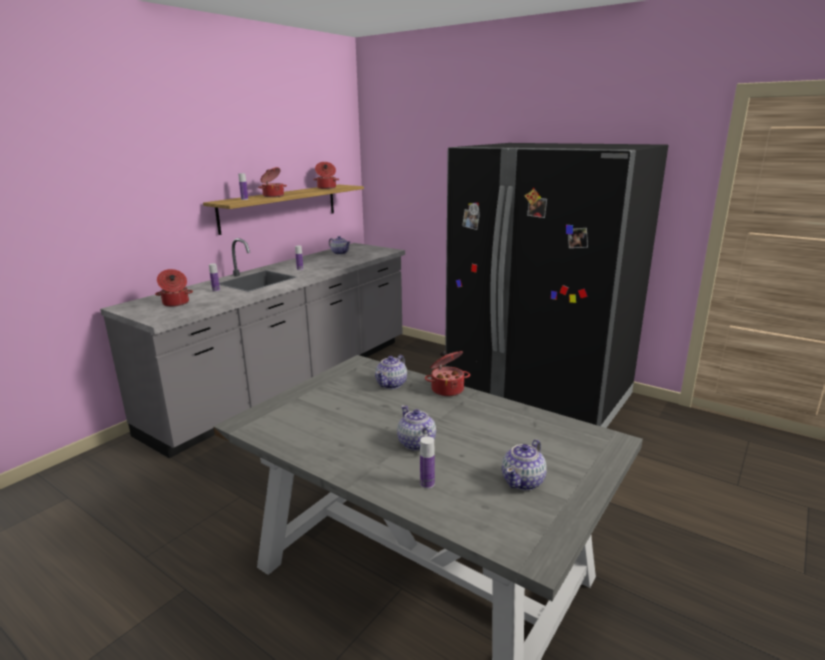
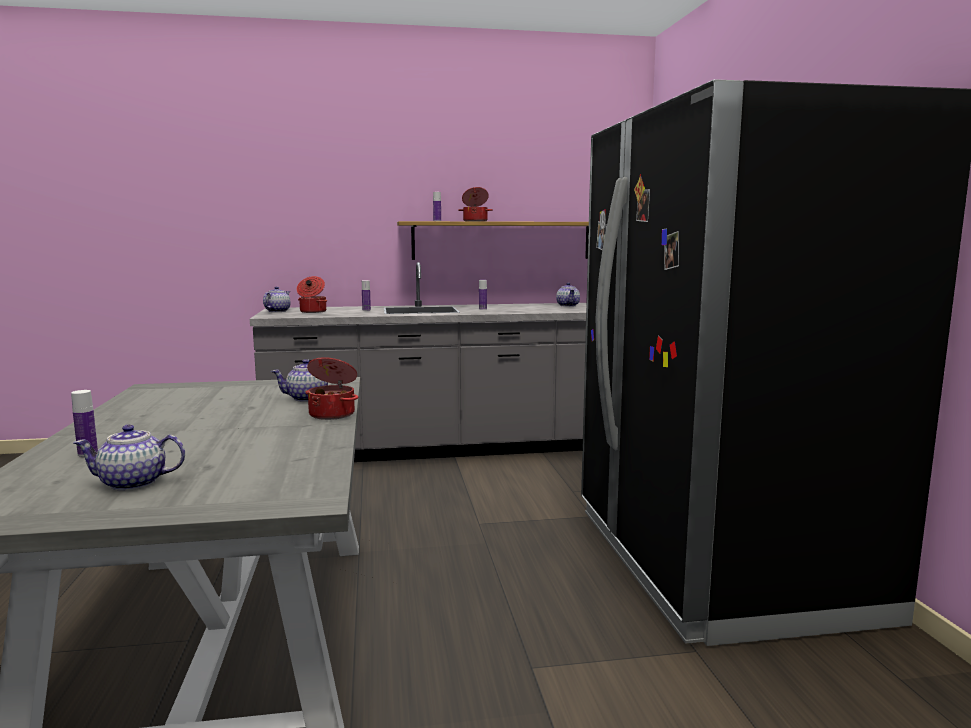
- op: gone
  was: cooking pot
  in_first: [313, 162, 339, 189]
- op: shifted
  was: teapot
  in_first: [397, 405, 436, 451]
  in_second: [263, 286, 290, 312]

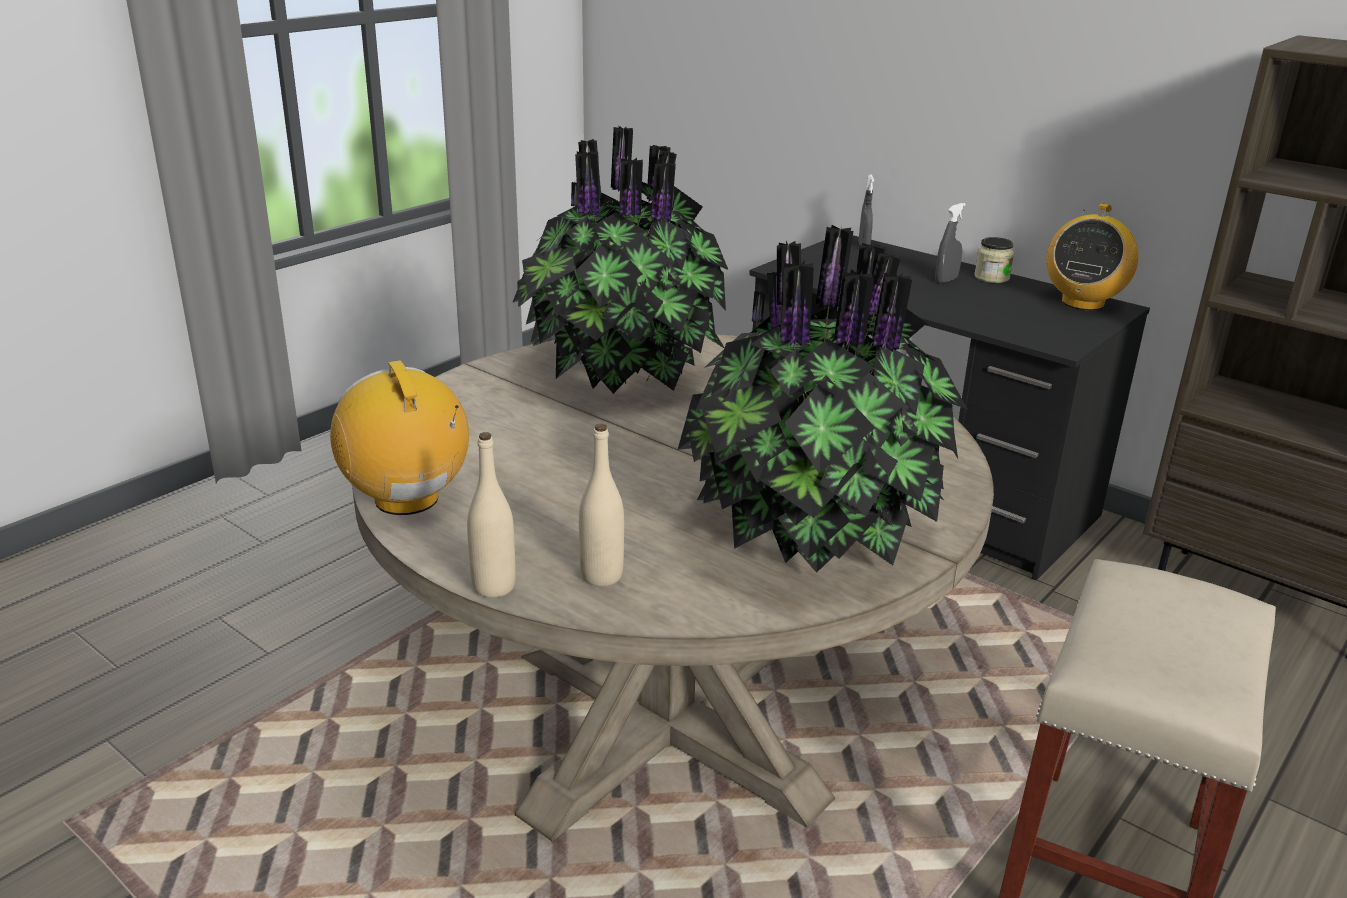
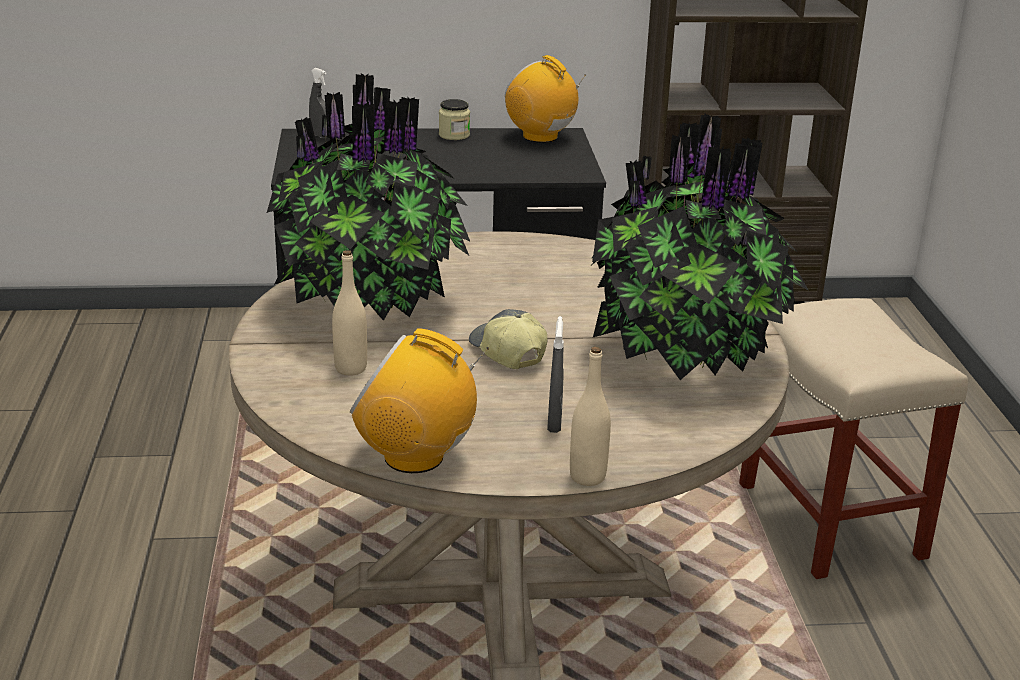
- op: shifted
  was: greyish hand sprayer
  in_first: [935, 203, 966, 283]
  in_second: [547, 316, 564, 433]
- op: rotated
  was: radio receiver
  in_first: [1046, 203, 1139, 311]
  in_second: [505, 55, 586, 143]
  clockwise: 150
- op: shifted
  was: beige-coloured bottle
  in_first: [579, 424, 624, 586]
  in_second: [332, 250, 367, 376]
- op: new
  now: baseball cap
  in_second: [469, 309, 547, 369]

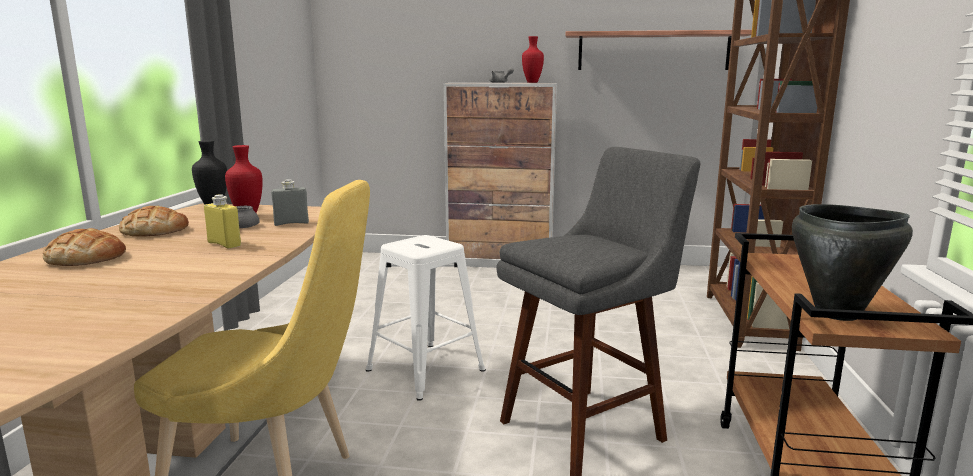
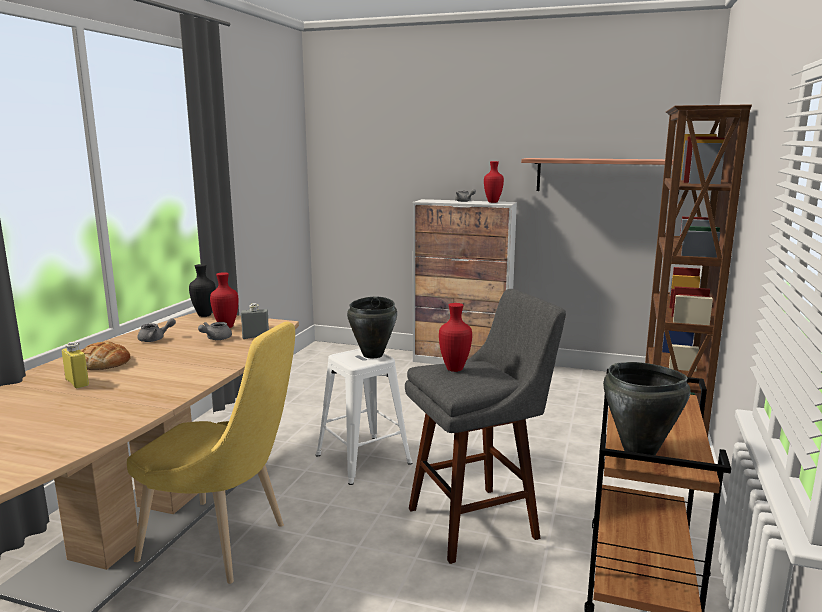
- op: shifted
  was: yellow-coloured bottle
  in_first: [204, 194, 241, 249]
  in_second: [62, 342, 89, 388]
- op: swapped
  was: bakery bread
  now: greyish teapot
  in_first: [119, 206, 189, 236]
  in_second: [138, 318, 176, 342]
- op: new
  now: blackish cooking pot
  in_second: [347, 296, 397, 358]
- op: new
  now: reddish vase
  in_second: [439, 303, 472, 372]

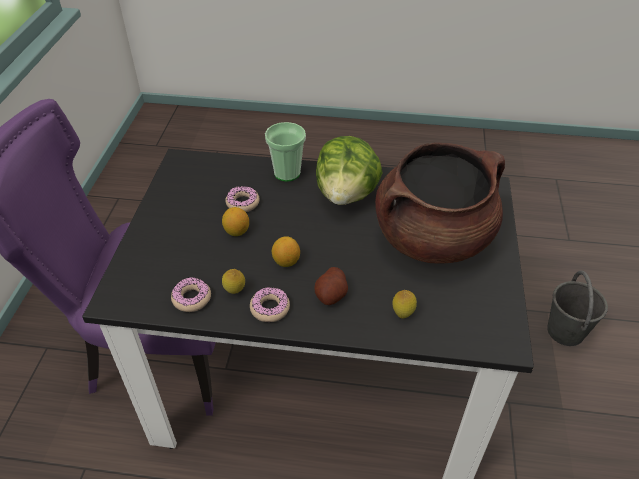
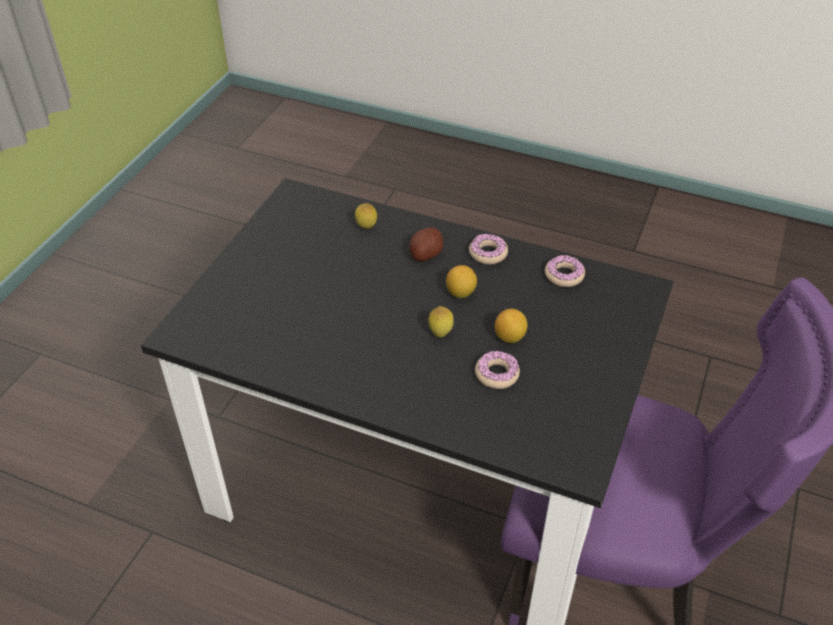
- op: gone
  was: drinking cup
  in_first: [265, 122, 306, 182]
- op: gone
  was: lettuce
  in_first: [316, 136, 383, 205]
- op: gone
  was: brown cooking pot
  in_first: [375, 142, 505, 264]
- op: shifted
  was: lemon
  in_first: [222, 269, 245, 294]
  in_second: [428, 306, 454, 337]
- op: gone
  was: greyish pail
  in_first: [547, 270, 608, 346]

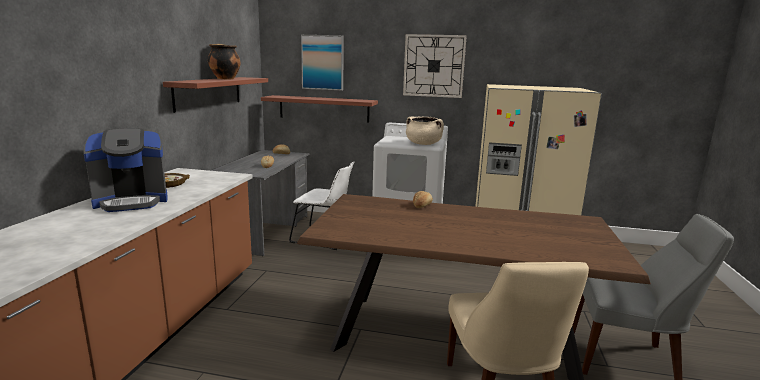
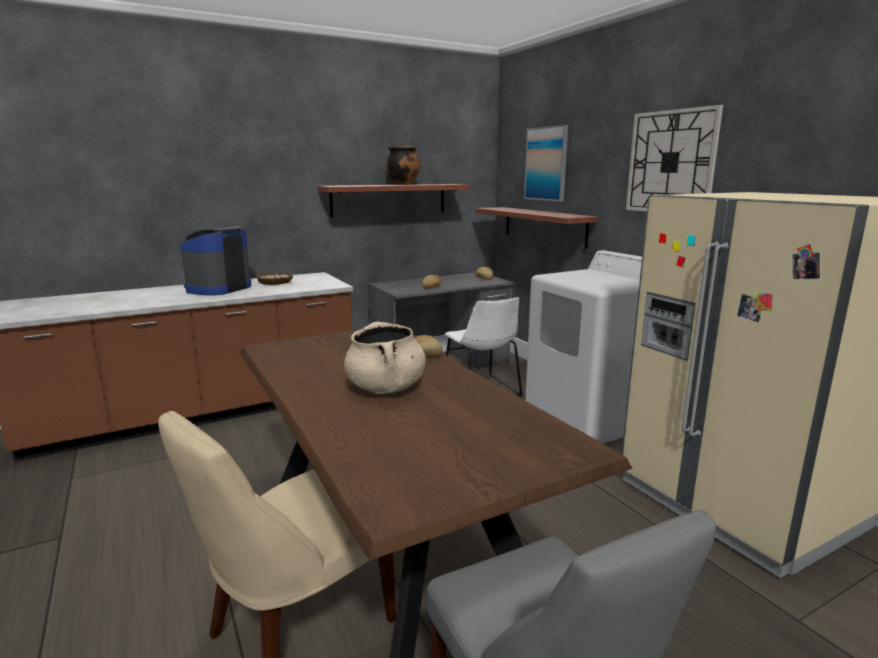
- op: shifted
  was: beige-coloured cooking pot
  in_first: [406, 117, 444, 145]
  in_second: [344, 322, 426, 394]
- op: rotated
  was: coffee brewer
  in_first: [84, 128, 168, 212]
  in_second: [180, 227, 251, 296]
  clockwise: 90

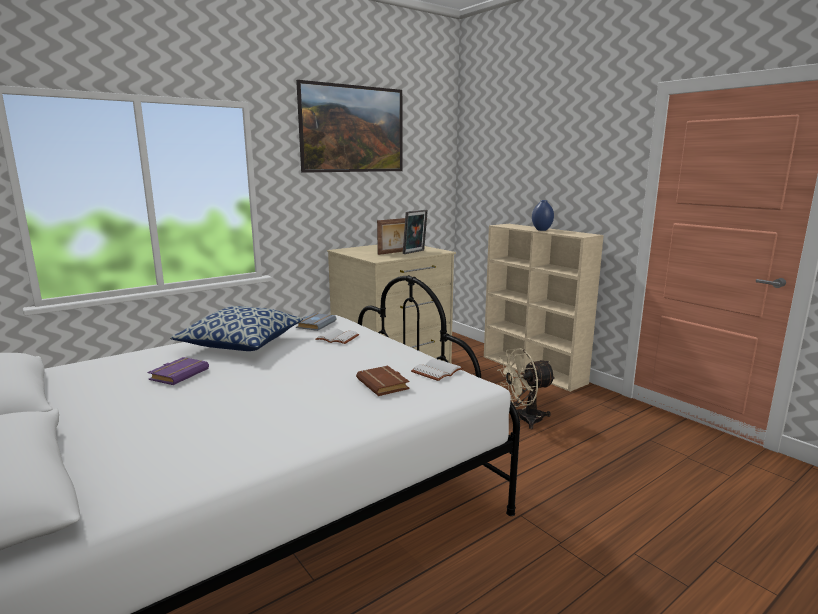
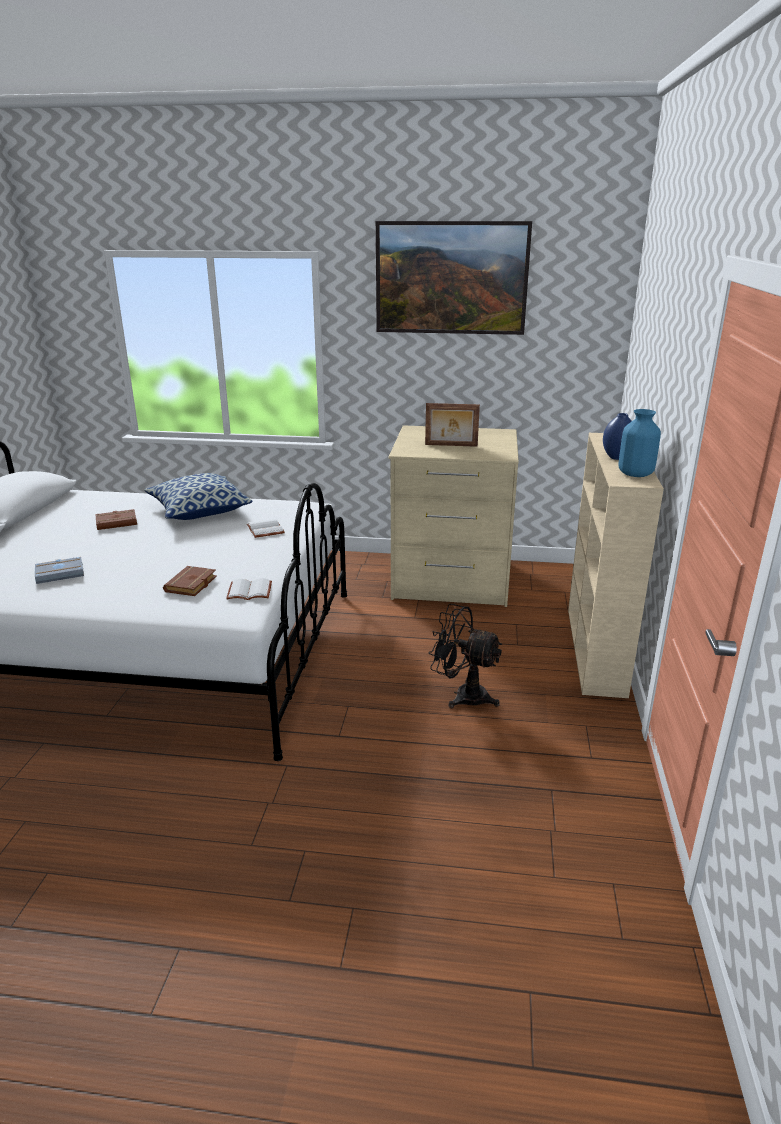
- op: gone
  was: photo frame
  in_first: [403, 210, 428, 254]
- op: shifted
  was: greyish book
  in_first: [296, 313, 337, 331]
  in_second: [35, 557, 84, 584]
- op: repainted
  was: beige-coloured electric fan
  now: blackish electric fan
  in_first: [497, 348, 556, 429]
  in_second: [429, 604, 502, 708]
- op: repainted
  was: purplish book
  now: brown book
  in_first: [148, 357, 209, 385]
  in_second: [95, 509, 137, 530]
- op: new
  now: blue vase
  in_second: [618, 409, 661, 477]

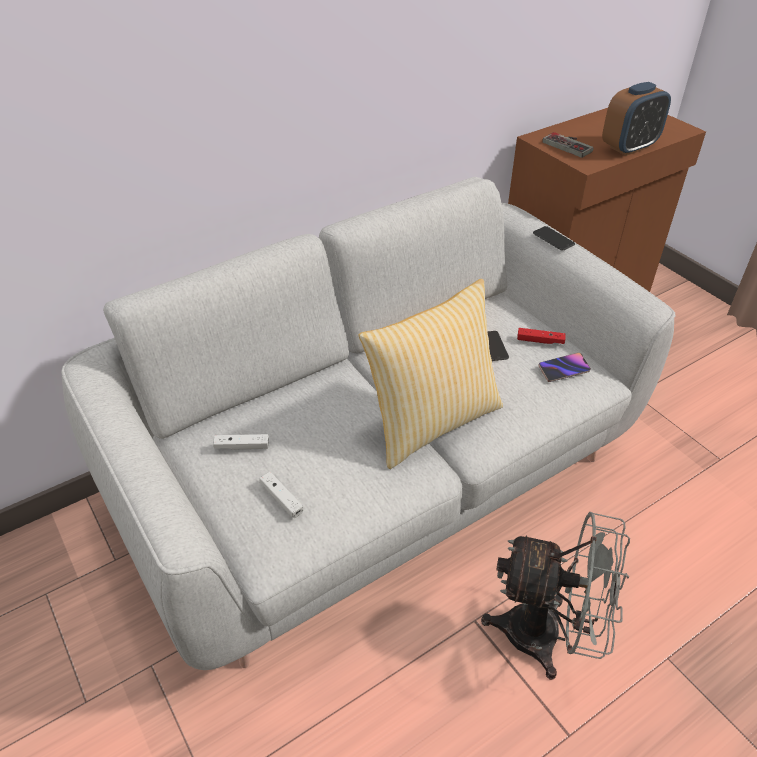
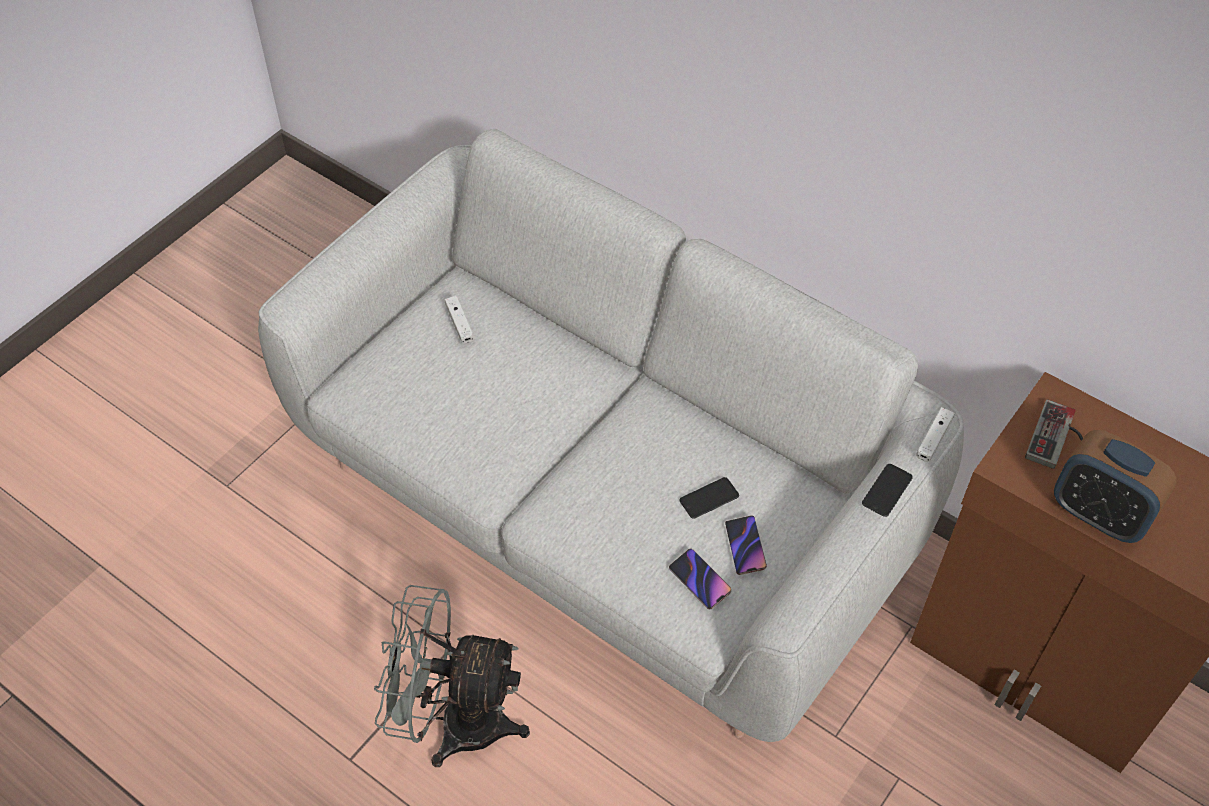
- op: gone
  was: pillow
  in_first: [359, 279, 503, 469]
- op: swapped
  was: reddish game controller
  now: handset
  in_first: [517, 328, 566, 344]
  in_second: [725, 515, 767, 575]
- op: shifted
  was: whitish game controller
  in_first: [259, 472, 304, 518]
  in_second: [916, 407, 954, 462]
- op: rotated
  was: greyish electric fan
  in_first: [481, 512, 630, 680]
  in_second: [374, 585, 530, 767]
  clockwise: 105

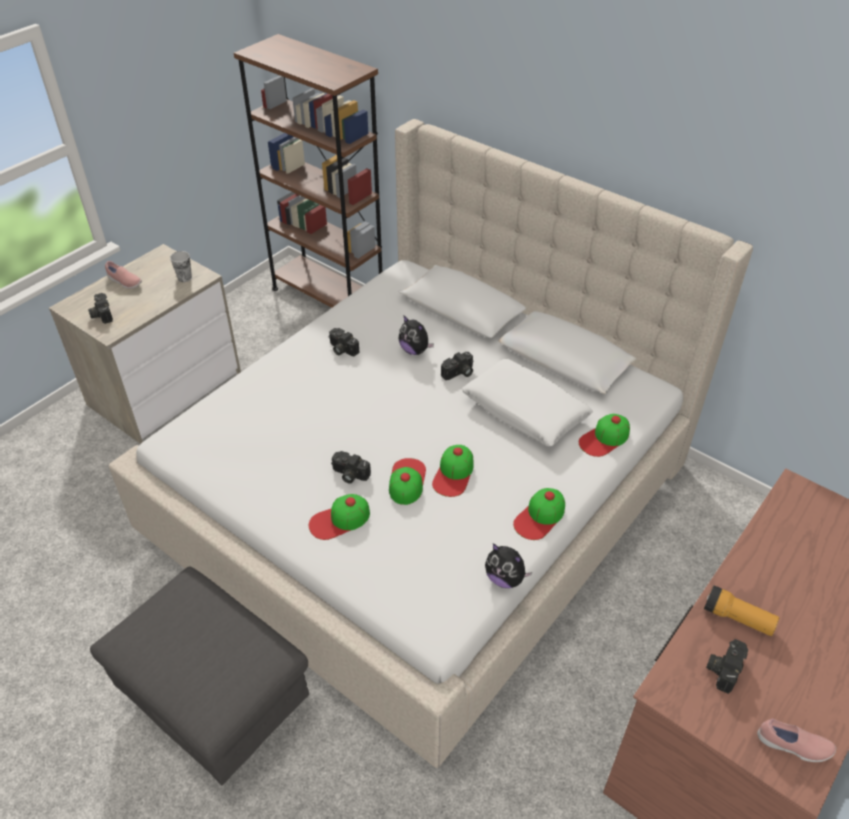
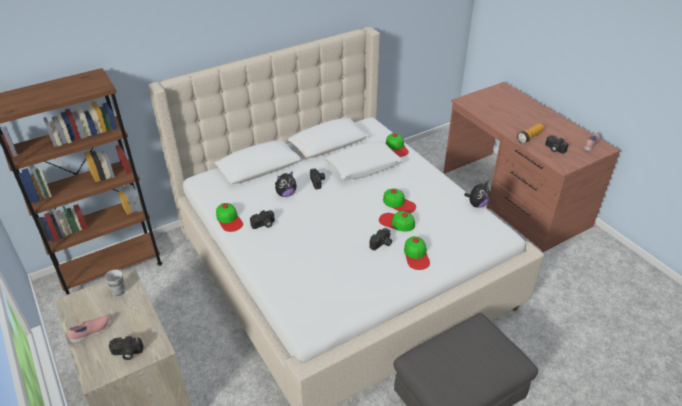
- op: shifted
  was: baseball cap
  in_first: [513, 488, 565, 540]
  in_second: [216, 203, 243, 232]

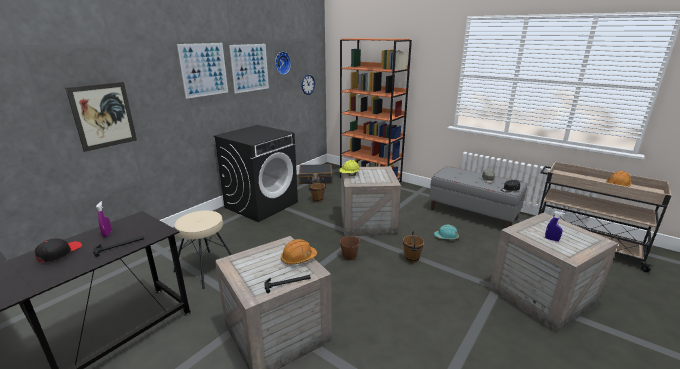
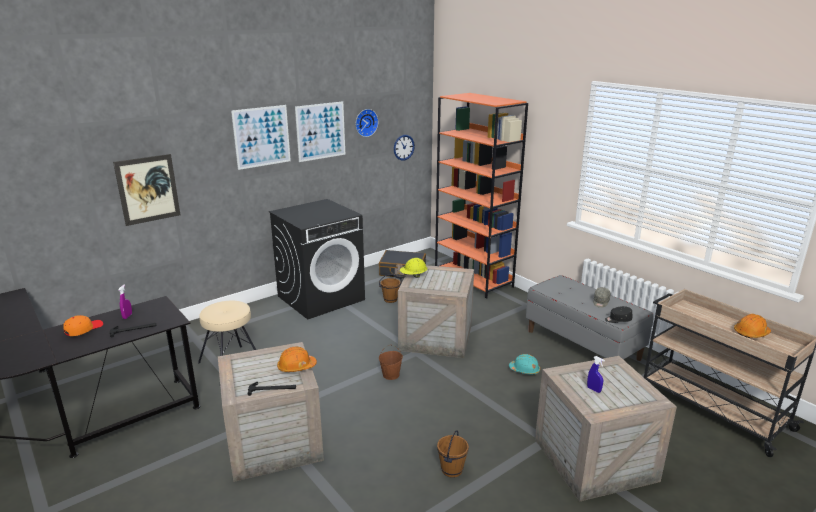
- op: shifted
  was: brown pail
  in_first: [403, 231, 424, 263]
  in_second: [437, 430, 469, 478]
- op: repainted
  was: blackish baseball cap
  now: orange-coloured baseball cap
  in_first: [35, 238, 82, 262]
  in_second: [63, 315, 103, 336]

